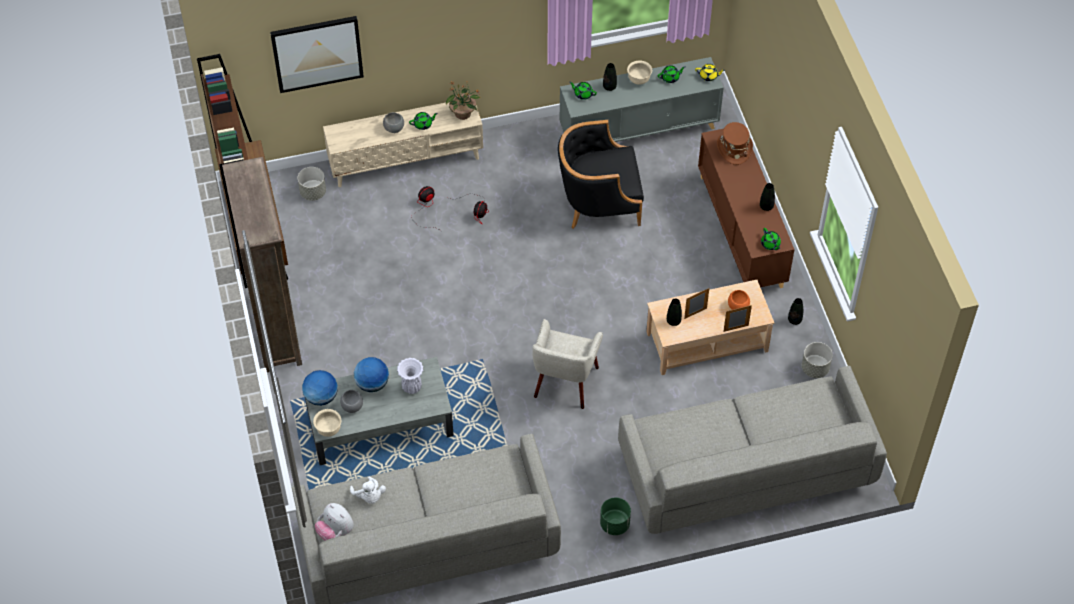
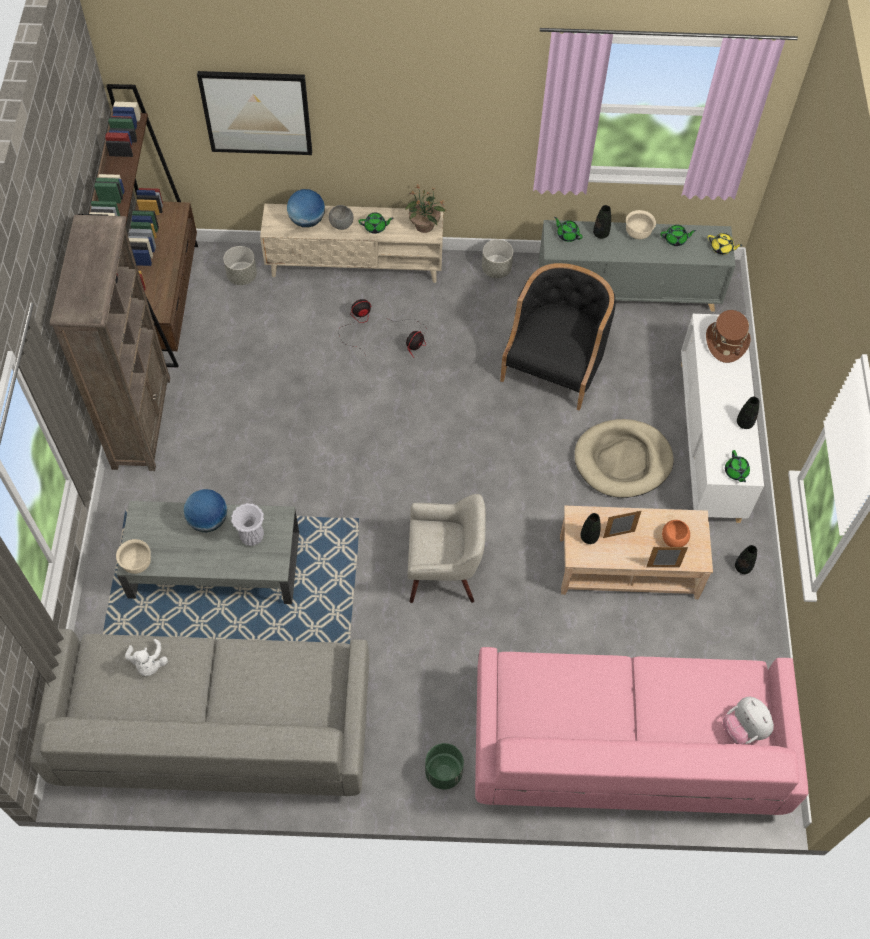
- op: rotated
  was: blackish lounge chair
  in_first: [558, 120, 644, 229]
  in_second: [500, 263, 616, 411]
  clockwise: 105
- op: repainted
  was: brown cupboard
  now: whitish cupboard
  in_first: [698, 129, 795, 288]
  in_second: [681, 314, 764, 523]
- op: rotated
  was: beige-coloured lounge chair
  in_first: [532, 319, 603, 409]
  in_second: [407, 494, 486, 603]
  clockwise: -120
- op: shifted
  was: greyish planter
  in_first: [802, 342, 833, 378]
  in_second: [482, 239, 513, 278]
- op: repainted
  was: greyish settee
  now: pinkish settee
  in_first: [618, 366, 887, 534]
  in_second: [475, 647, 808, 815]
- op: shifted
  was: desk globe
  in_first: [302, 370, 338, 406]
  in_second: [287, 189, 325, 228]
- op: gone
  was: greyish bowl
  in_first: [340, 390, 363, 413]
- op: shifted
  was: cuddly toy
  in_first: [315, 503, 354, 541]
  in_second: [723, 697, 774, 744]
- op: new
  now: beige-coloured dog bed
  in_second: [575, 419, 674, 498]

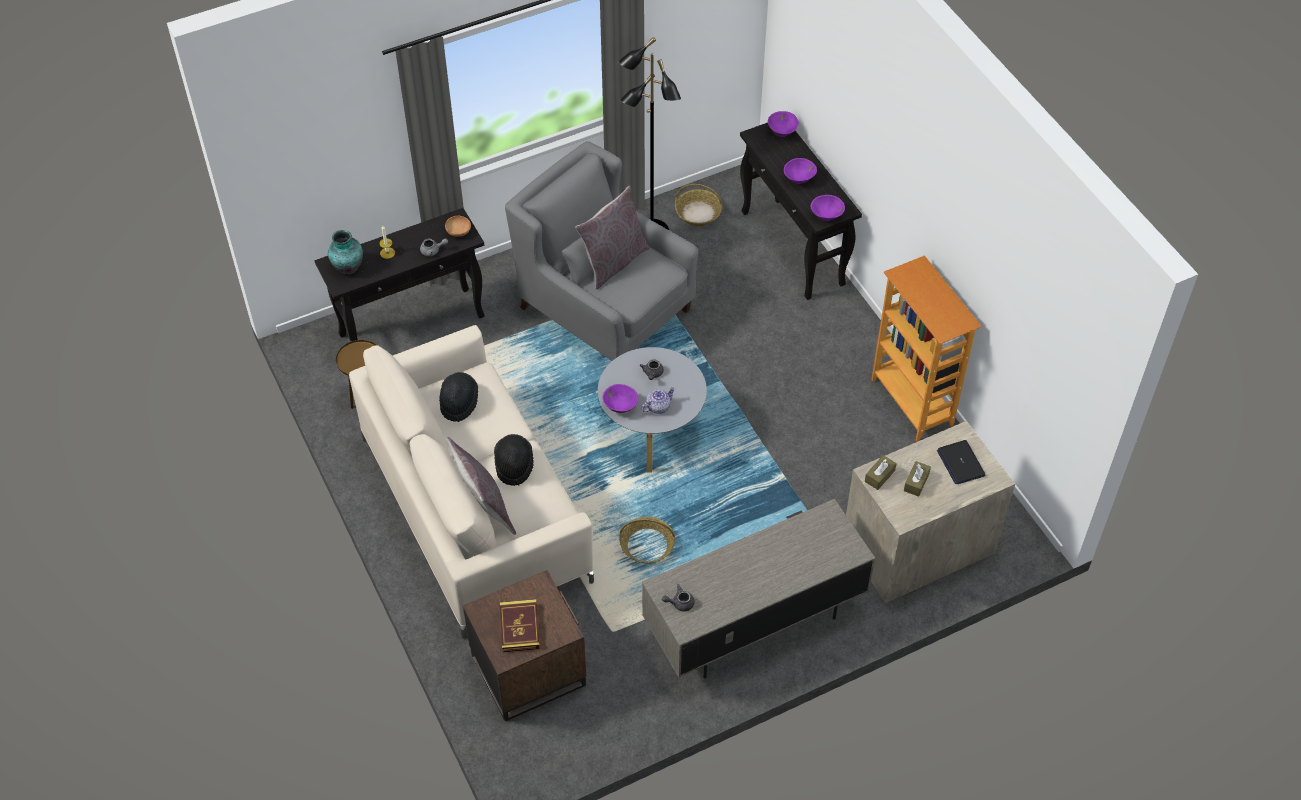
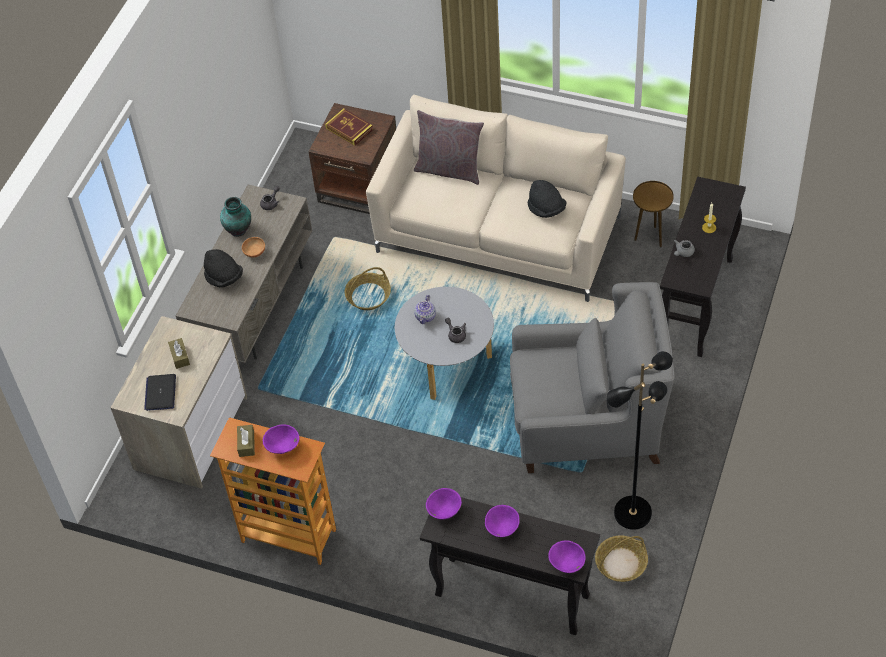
- op: gone
  was: greyish pillow
  in_first: [575, 186, 649, 289]
- op: shifted
  was: brown bowl
  in_first: [445, 216, 471, 237]
  in_second: [242, 237, 265, 258]
- op: shifted
  was: vase
  in_first: [328, 230, 363, 275]
  in_second: [220, 197, 251, 237]
- op: shifted
  was: purplish bowl
  in_first: [603, 384, 638, 413]
  in_second: [263, 424, 299, 454]
- op: shifted
  was: blackish hat
  in_first: [494, 434, 534, 486]
  in_second: [204, 249, 243, 288]
- op: rotated
  was: notebook computer
  in_first: [937, 440, 985, 484]
  in_second: [144, 374, 176, 411]
  clockwise: -120
- op: shifted
  was: brown box of tissues
  in_first: [865, 455, 897, 490]
  in_second: [237, 425, 255, 457]

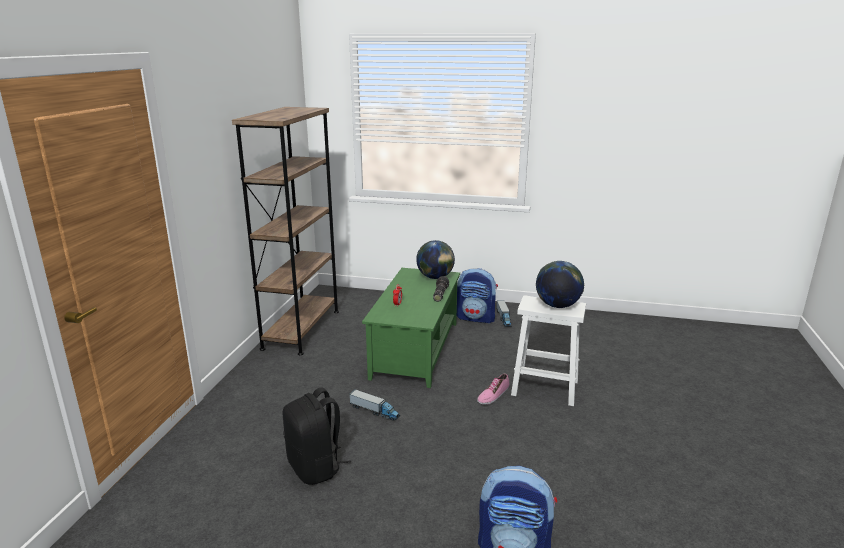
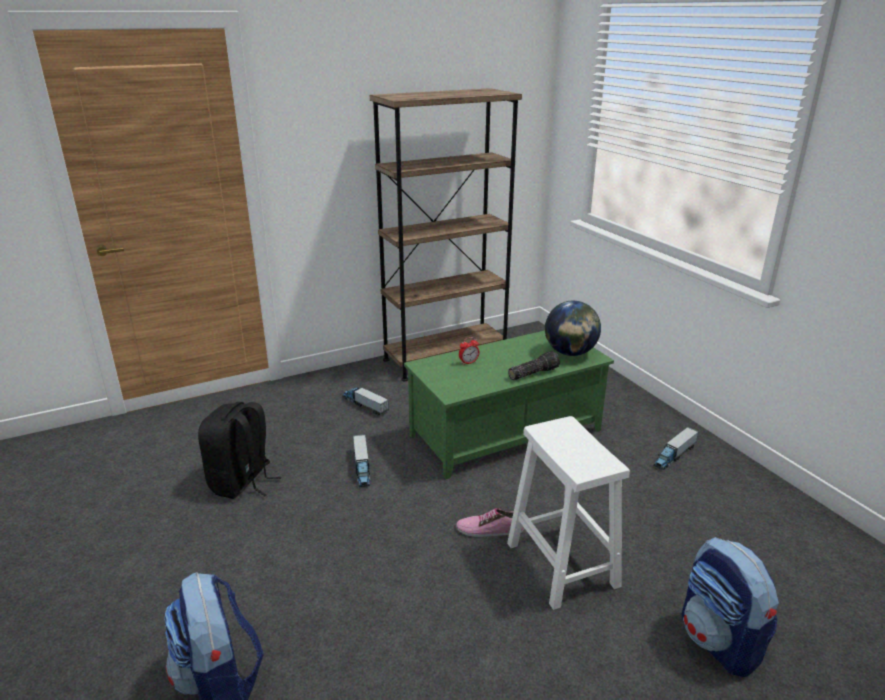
- op: gone
  was: desk globe
  in_first: [536, 261, 584, 308]
- op: shifted
  was: rucksack
  in_first: [457, 268, 498, 323]
  in_second: [681, 537, 779, 677]
- op: new
  now: toy lorry
  in_second: [342, 386, 389, 416]

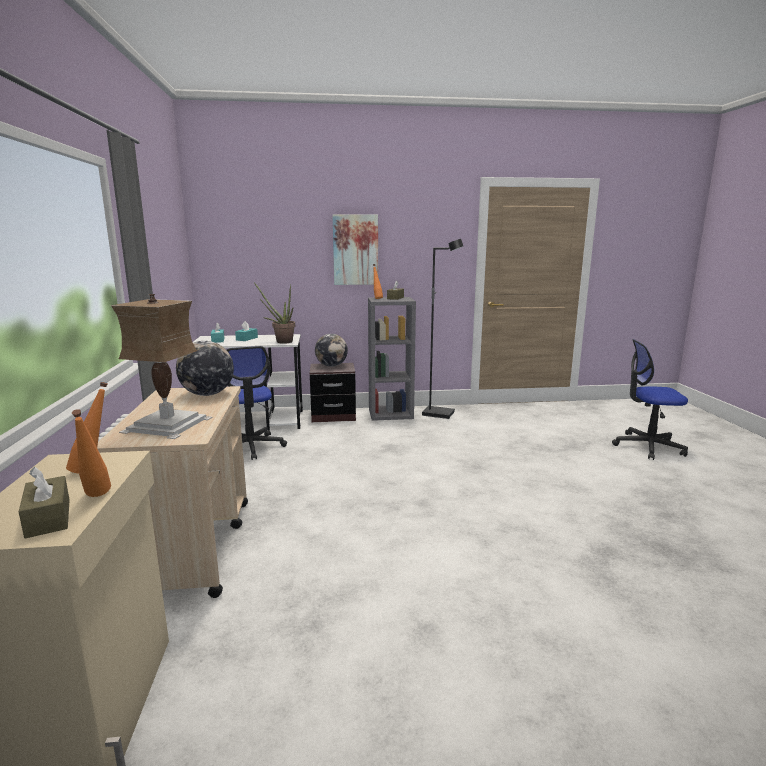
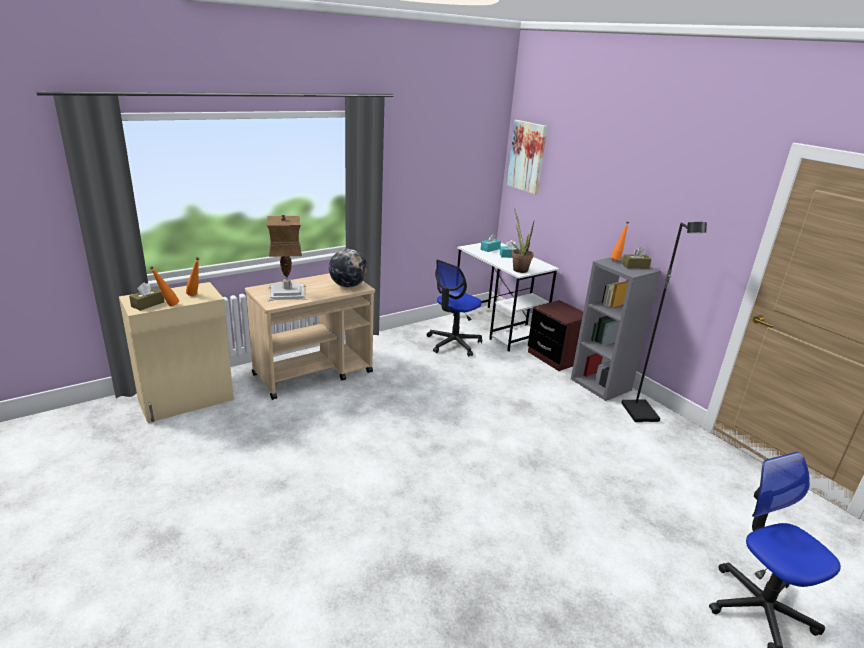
- op: shifted
  was: picture
  in_first: [332, 214, 378, 285]
  in_second: [507, 120, 547, 195]
- op: gone
  was: desk globe
  in_first: [315, 334, 348, 367]

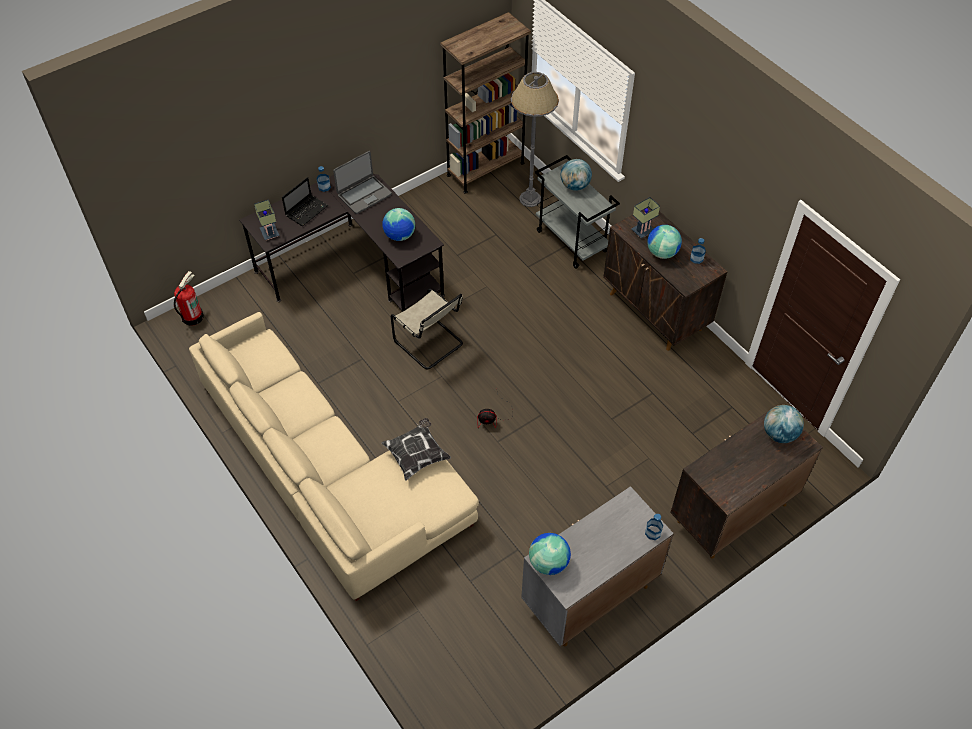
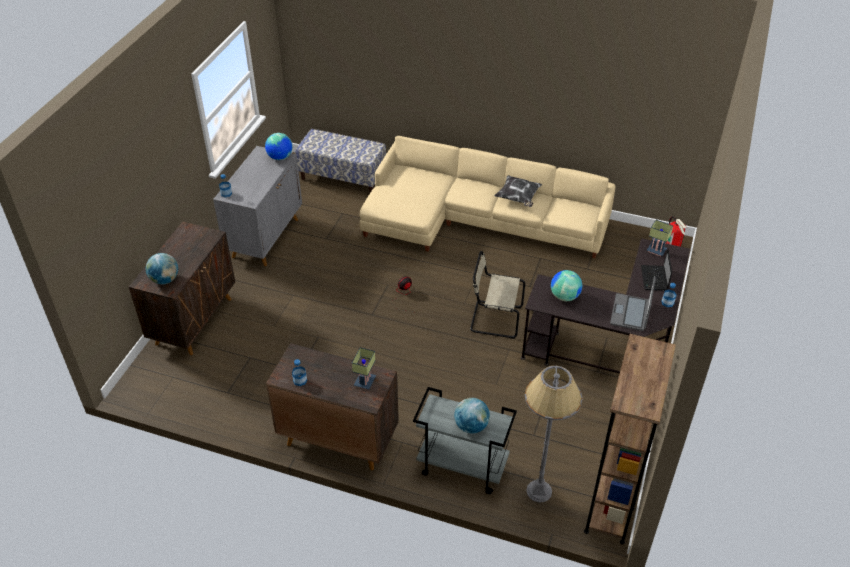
- op: gone
  was: desk globe
  in_first: [647, 225, 682, 259]
- op: shifted
  was: pillow
  in_first: [381, 418, 451, 481]
  in_second: [494, 175, 542, 207]
- op: new
  now: indoor bench
  in_second: [295, 129, 386, 193]

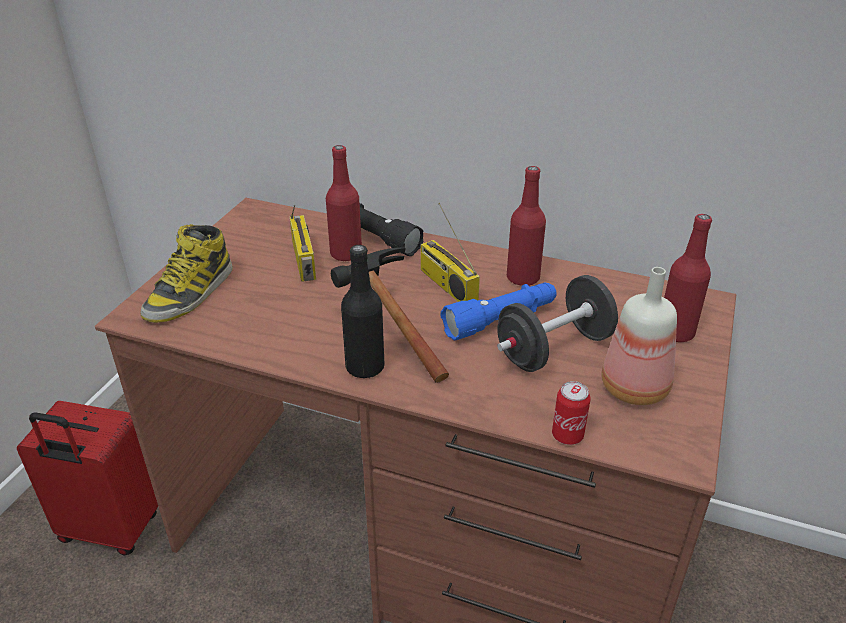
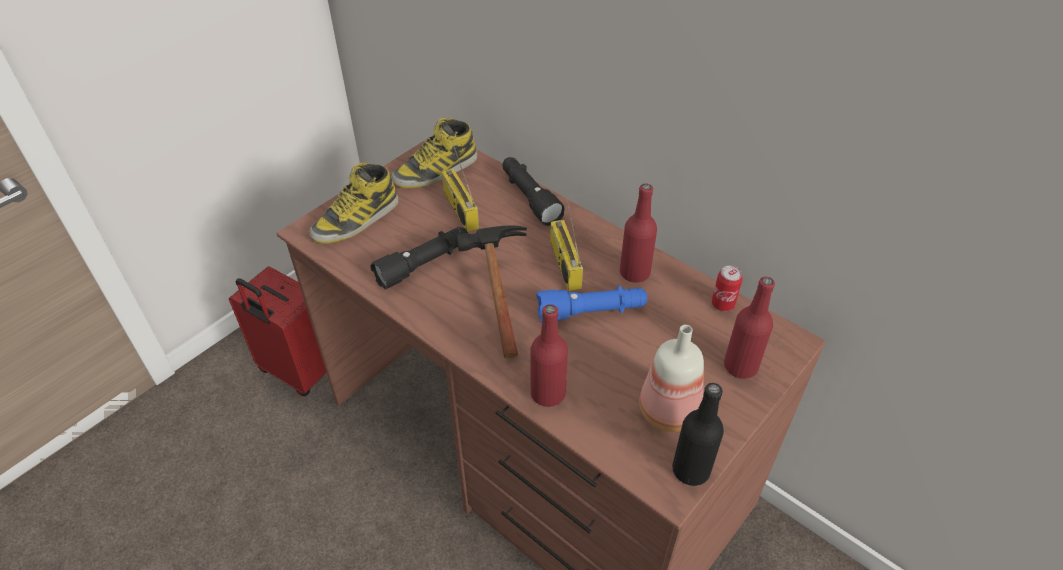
- op: shifted
  was: reddish bottle
  in_first: [326, 145, 362, 262]
  in_second: [530, 304, 568, 407]
- op: rotated
  was: radio receiver
  in_first: [290, 205, 316, 282]
  in_second: [442, 142, 479, 232]
  clockwise: 150
- op: shifted
  was: blackish bottle
  in_first: [341, 245, 385, 378]
  in_second: [672, 383, 724, 486]
- op: gone
  was: blackish hand weight
  in_first: [497, 275, 618, 372]
- op: shifted
  was: sealed can
  in_first: [552, 381, 591, 445]
  in_second: [712, 266, 743, 311]
- op: new
  now: boot
  in_second: [391, 117, 477, 188]
- op: new
  now: blackish flashlight
  in_second: [370, 227, 468, 290]

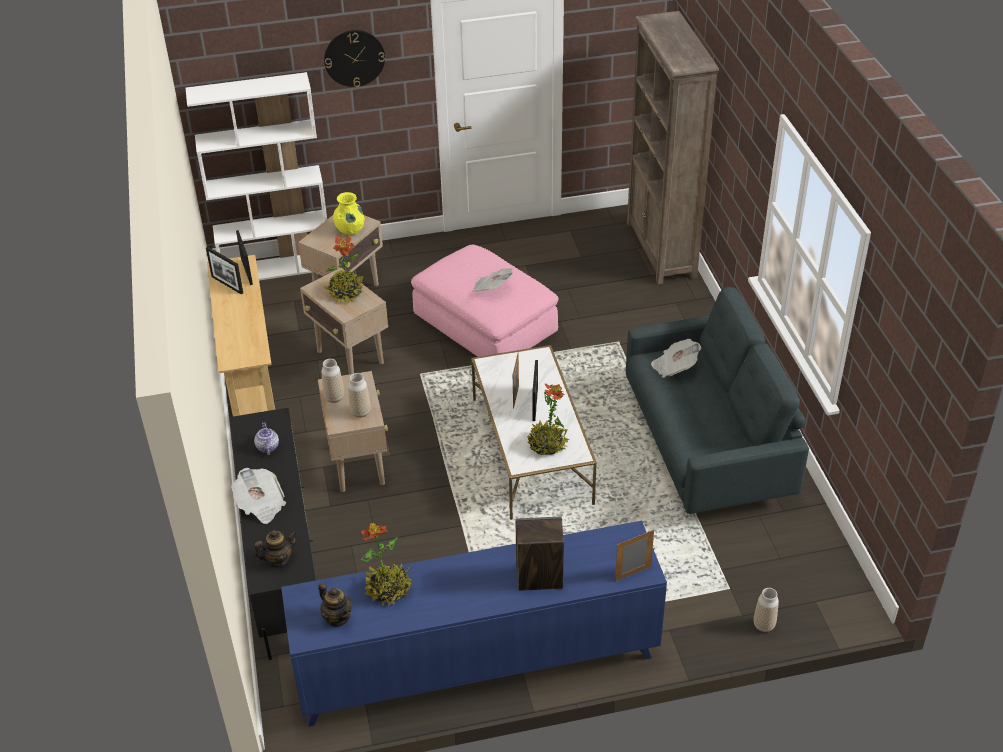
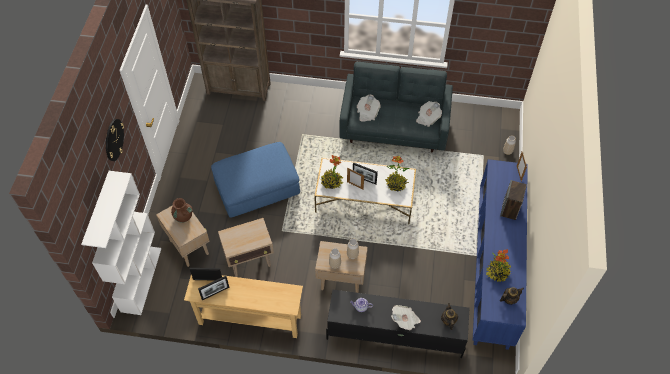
- op: repainted
  was: yellow-coloured vase
  now: brown vase
  in_first: [333, 192, 365, 235]
  in_second: [171, 198, 193, 223]
- op: shifted
  was: potted plant
  in_first: [324, 235, 363, 304]
  in_second: [321, 155, 343, 189]
- op: repainted
  was: pinkish pouffe
  now: blue pouffe
  in_first: [411, 245, 558, 357]
  in_second: [211, 142, 300, 218]
- op: shifted
  was: daily paper
  in_first: [472, 268, 513, 292]
  in_second: [416, 101, 442, 127]

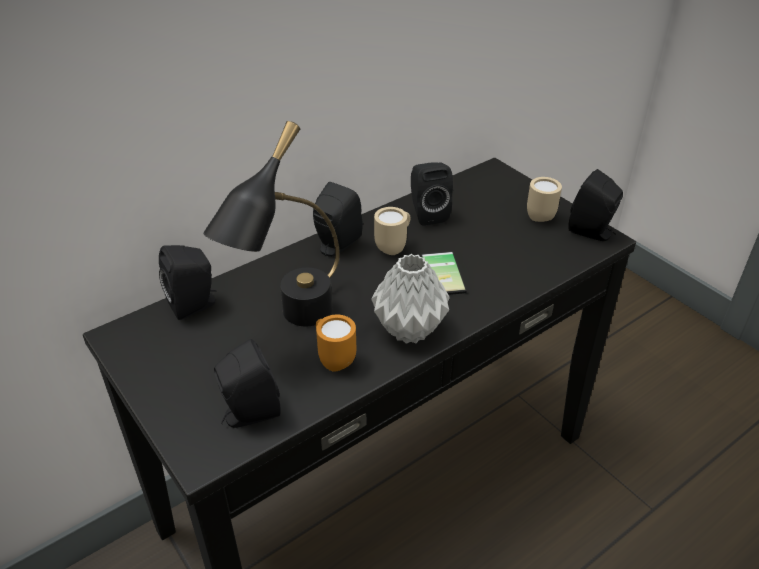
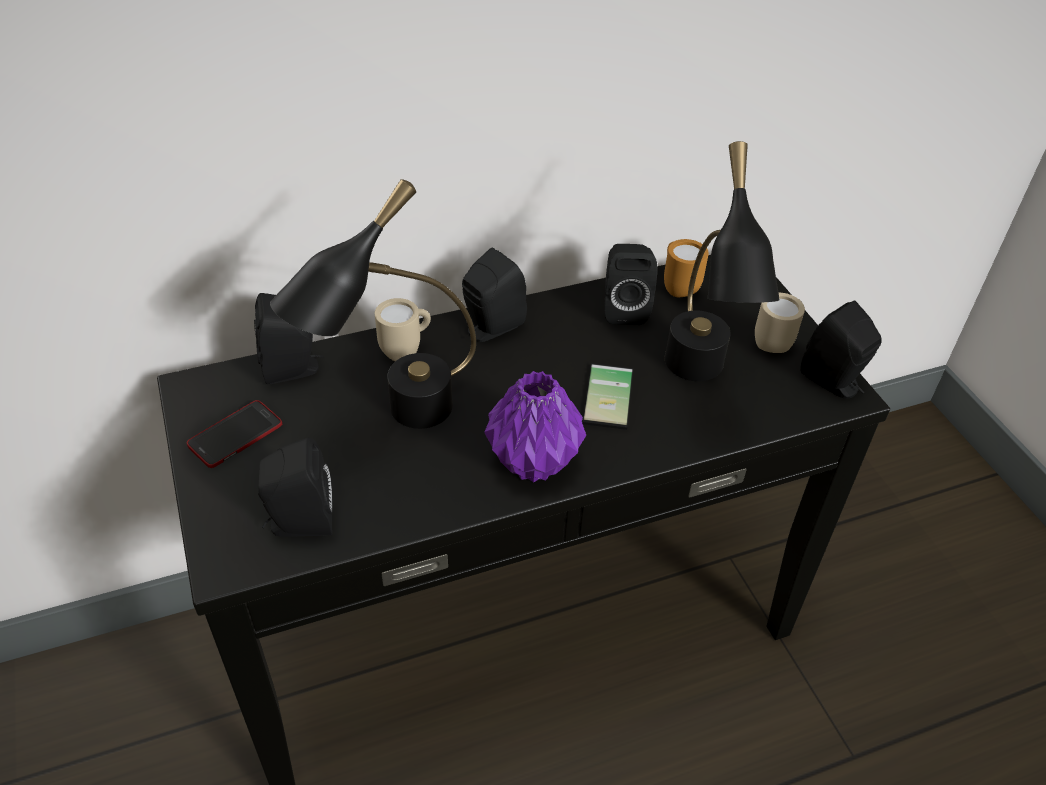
- op: shifted
  was: beige-coloured coffee mug
  in_first: [374, 207, 410, 255]
  in_second: [375, 298, 431, 361]
- op: repainted
  was: greyish vase
  now: purplish vase
  in_first: [371, 254, 450, 344]
  in_second: [484, 371, 586, 482]
- op: shifted
  was: orange-coloured coffee mug
  in_first: [316, 315, 356, 371]
  in_second: [664, 239, 709, 297]
- op: new
  now: blackish tabletop lamp
  in_second: [665, 141, 780, 381]
- op: new
  now: handset
  in_second: [187, 400, 282, 468]

